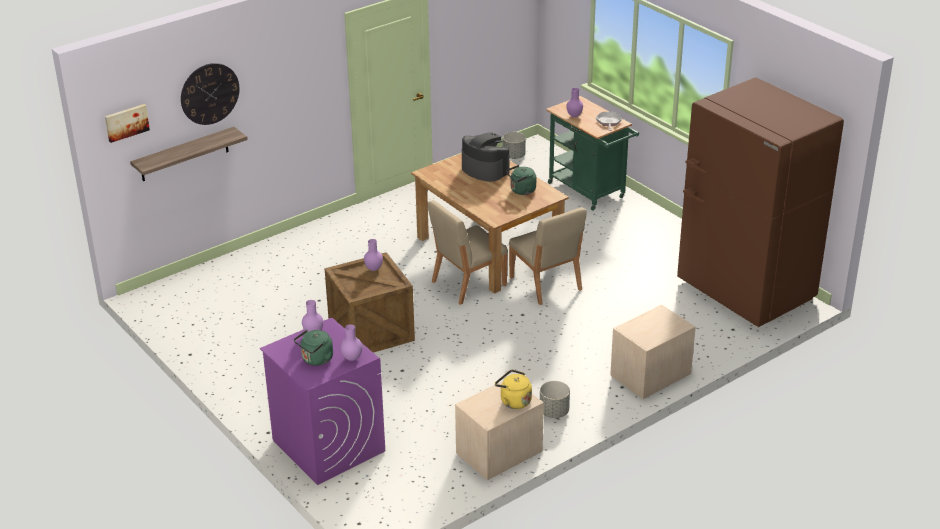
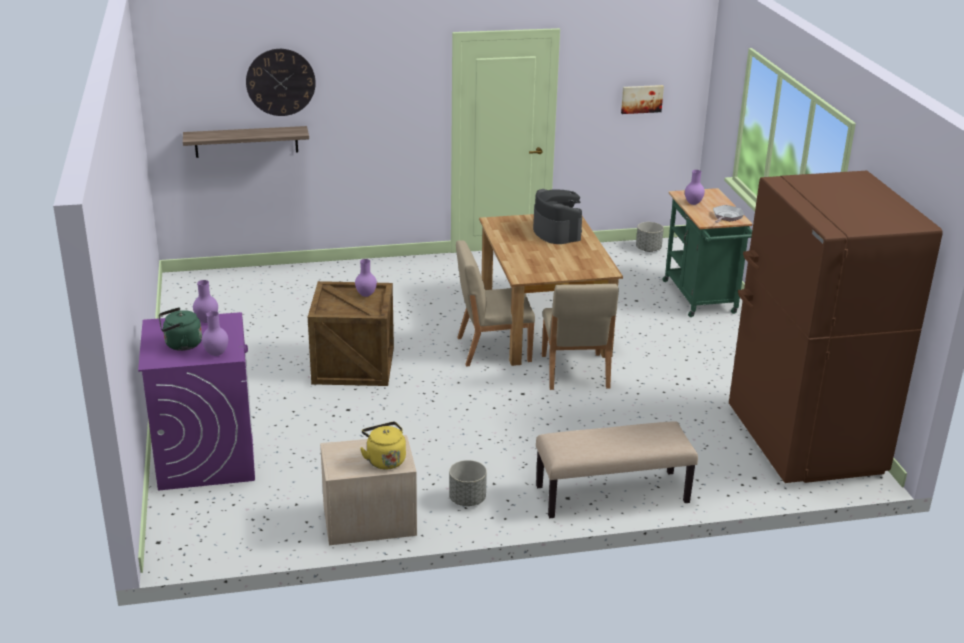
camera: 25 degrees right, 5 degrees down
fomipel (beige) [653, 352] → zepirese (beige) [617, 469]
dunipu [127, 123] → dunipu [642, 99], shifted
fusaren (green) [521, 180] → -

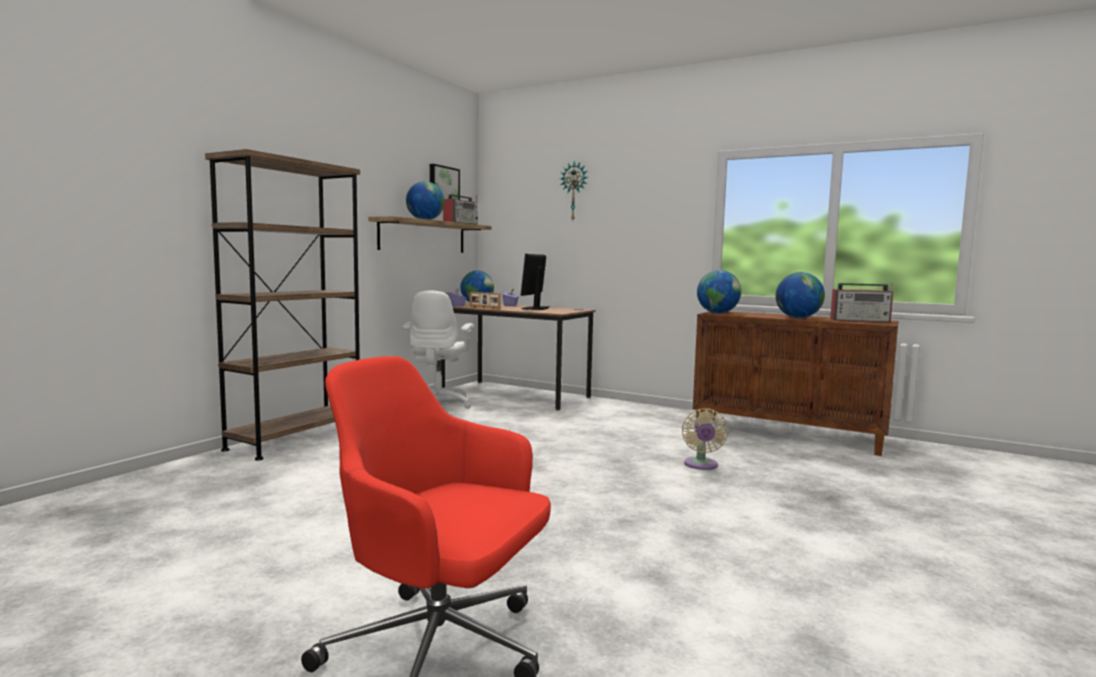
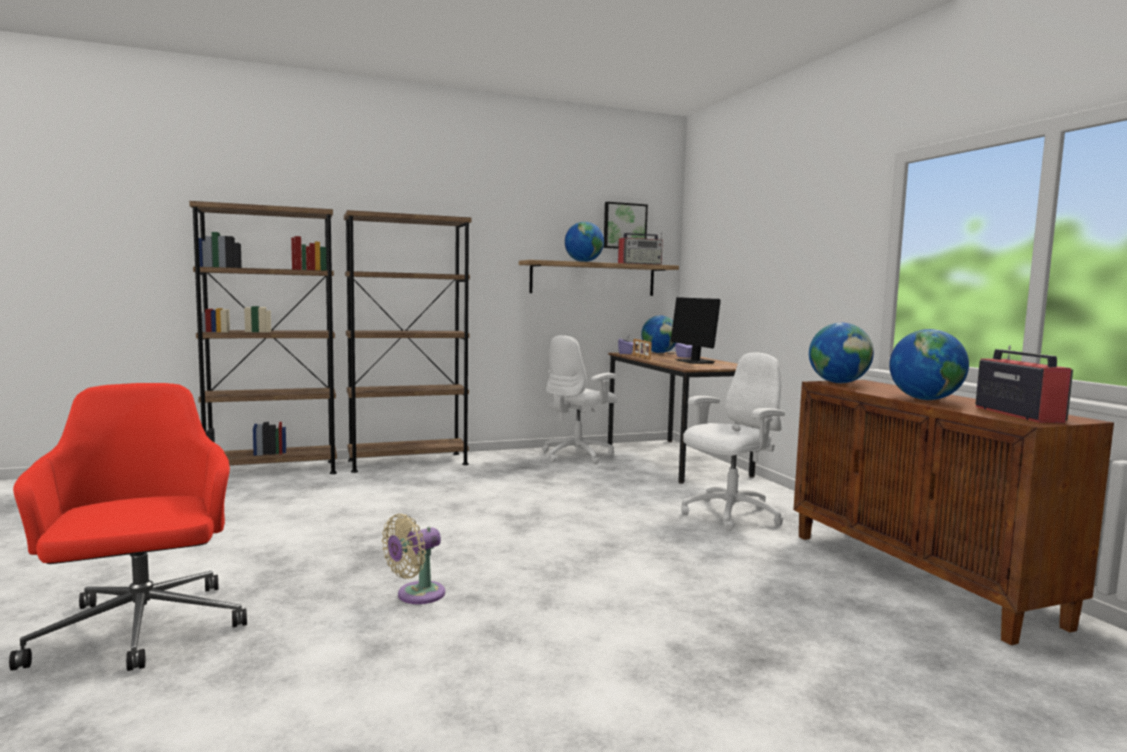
camera: 40 degrees right, 0 degrees up
- → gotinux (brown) [263, 337]
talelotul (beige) [705, 439] → talelotul (beige) [413, 559], shifted
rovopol [535, 282] → rovopol [696, 330], 75 degrees counterclockwise
- → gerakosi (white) [733, 442]
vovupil [861, 302] → vovupil [1024, 384], 150 degrees counterclockwise
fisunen [574, 191] → -

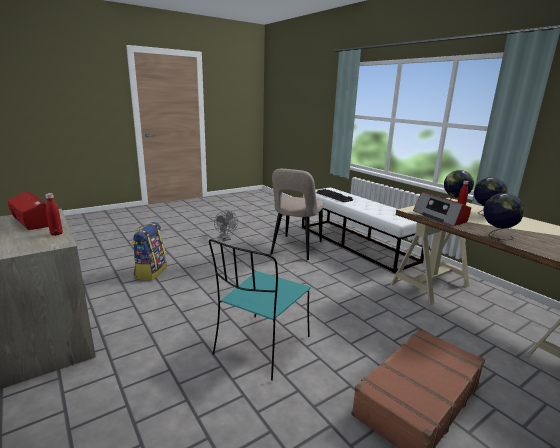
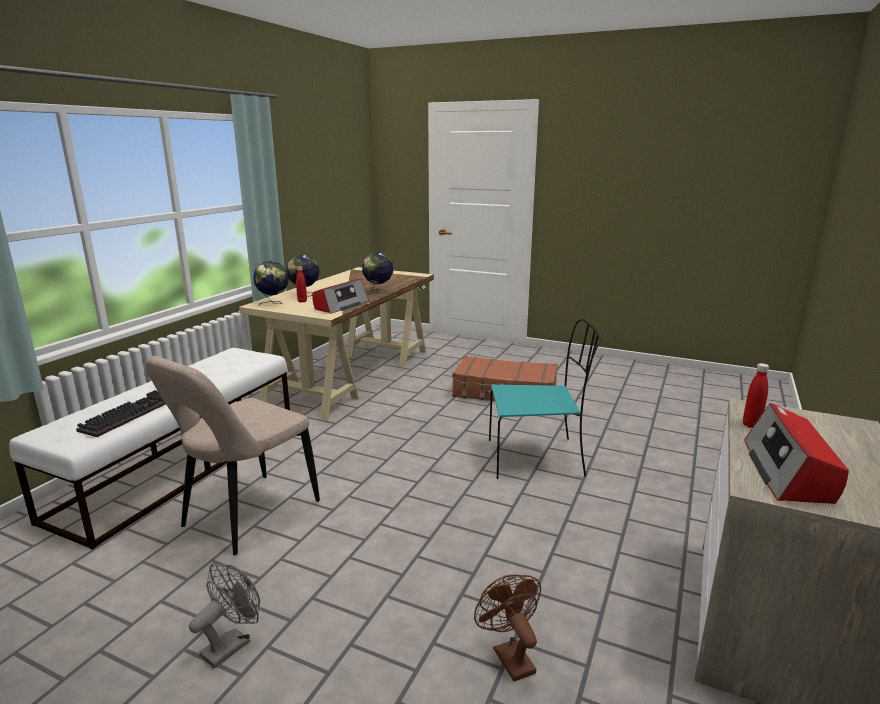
camera: 120 degrees left, 0 degrees up
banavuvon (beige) [297, 214] → banavuvon (beige) [232, 455], 135 degrees clockwise
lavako [149, 251] → talelotul (brown) [507, 628]

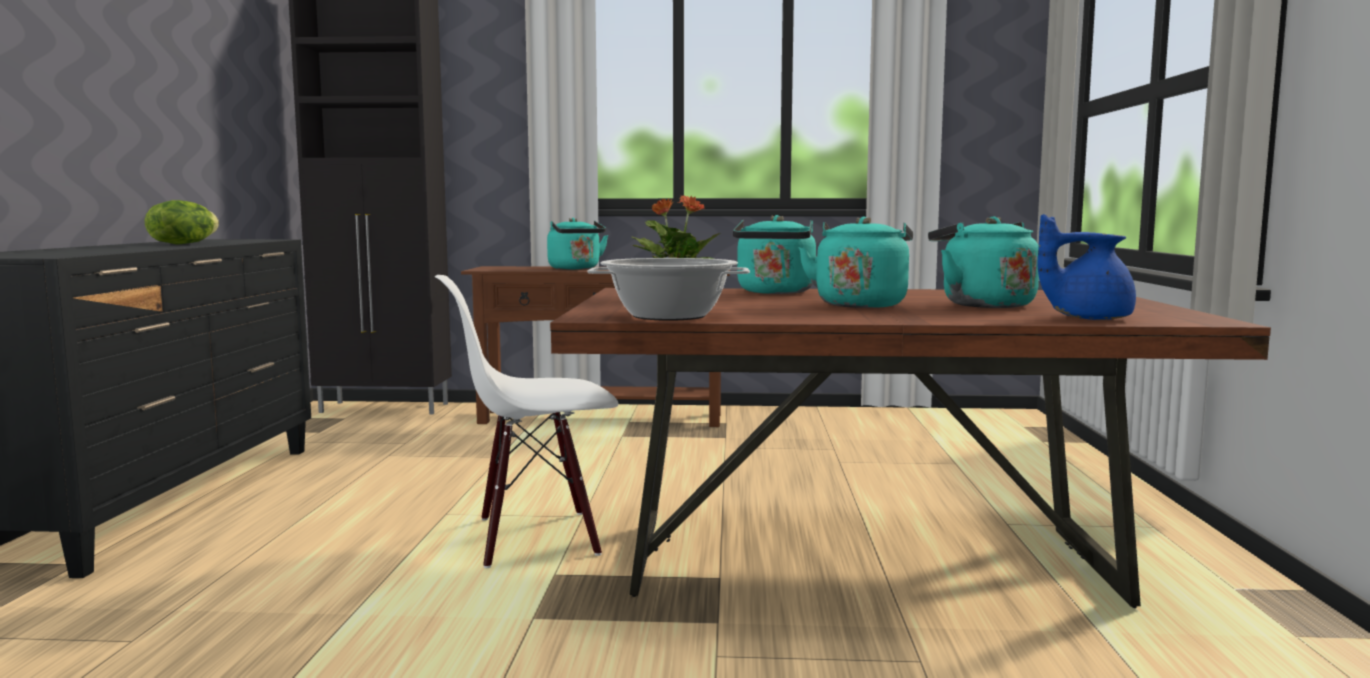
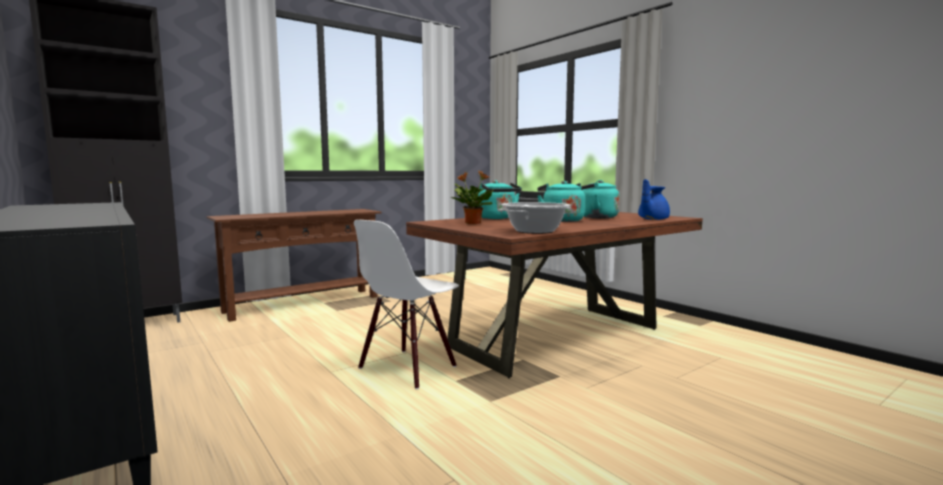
camera: 40 degrees left, 0 degrees up
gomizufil [182, 222] → -
fusaren (turquoise) [577, 244] → -

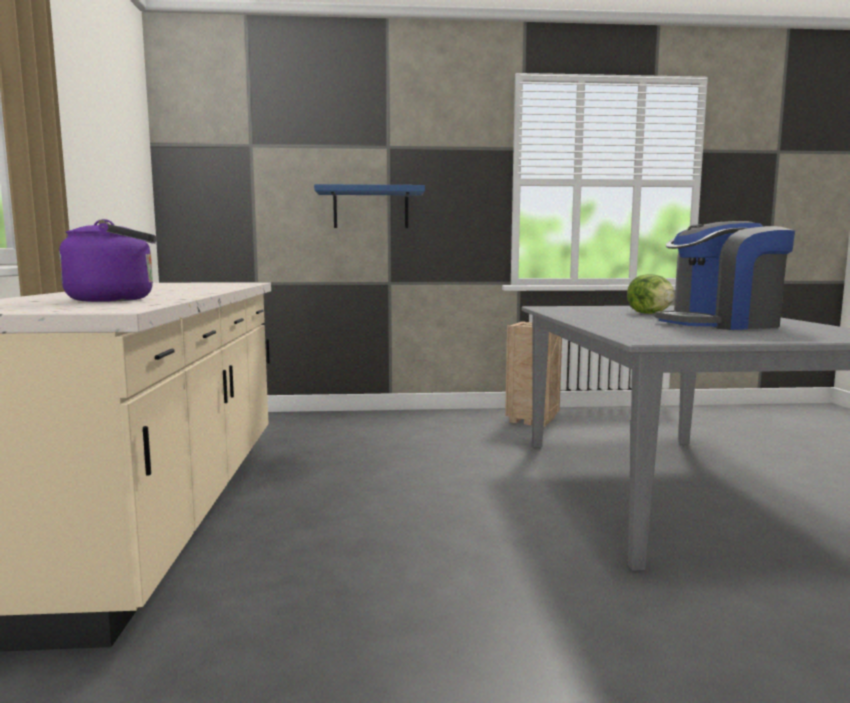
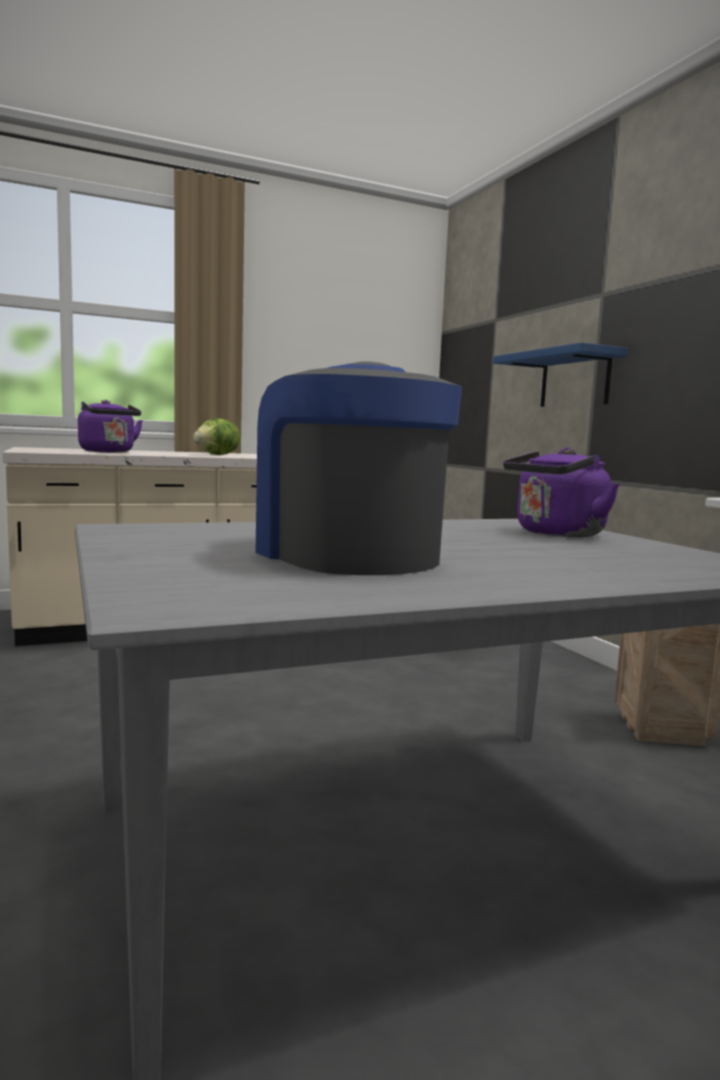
camera: 70 degrees right, 0 degrees up
gomizufil [651, 294] → gomizufil [216, 436], shifted
- → fusaren (purple) [561, 492]

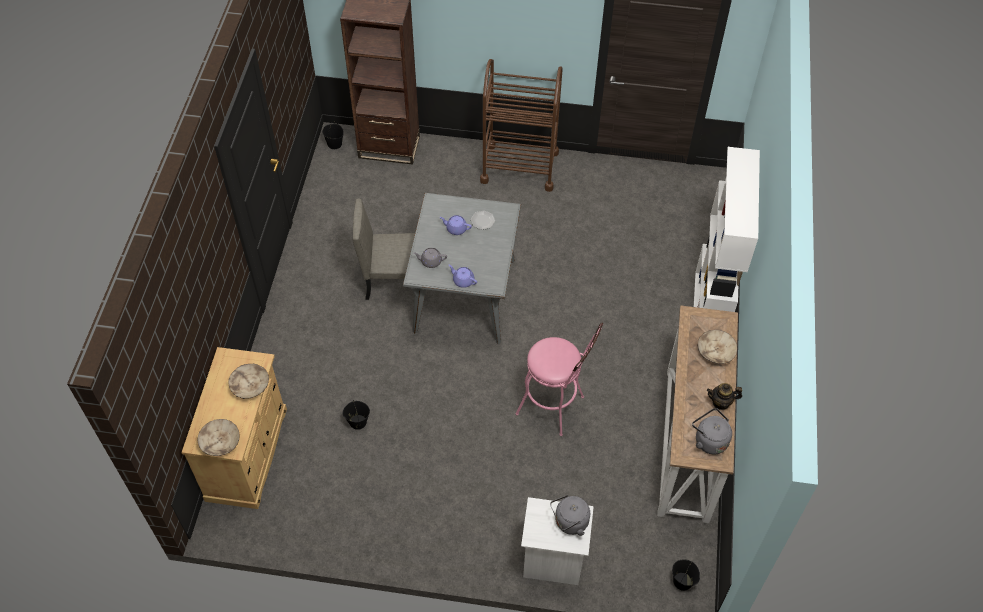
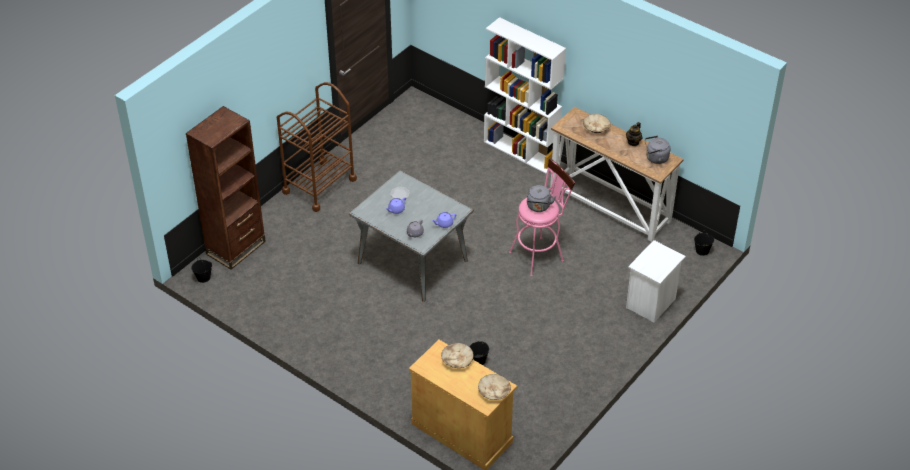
camera: 60 degrees left, 10 degrees down
fusaren (grey) [570, 515] → fusaren (grey) [541, 198], shifted
banavuvon (beige) [384, 249] → -

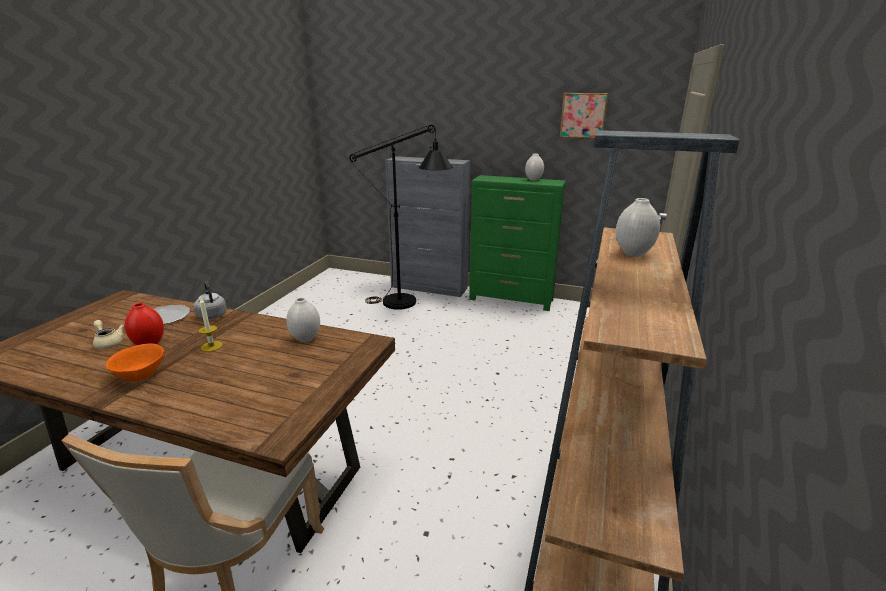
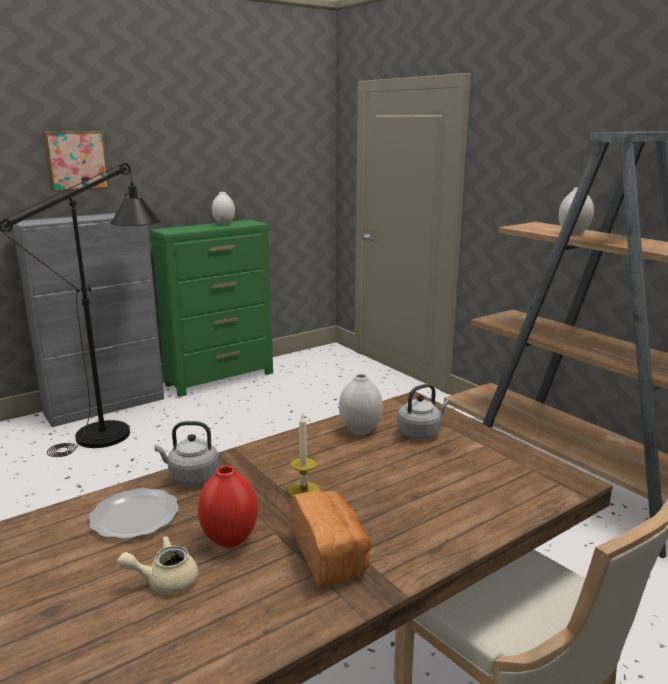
camera: 55 degrees left, 5 degrees down
dunipu [584, 116] → dunipu [76, 161], shifted
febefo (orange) [135, 362] → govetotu [330, 539]
- → fusaren (grey) [423, 412]

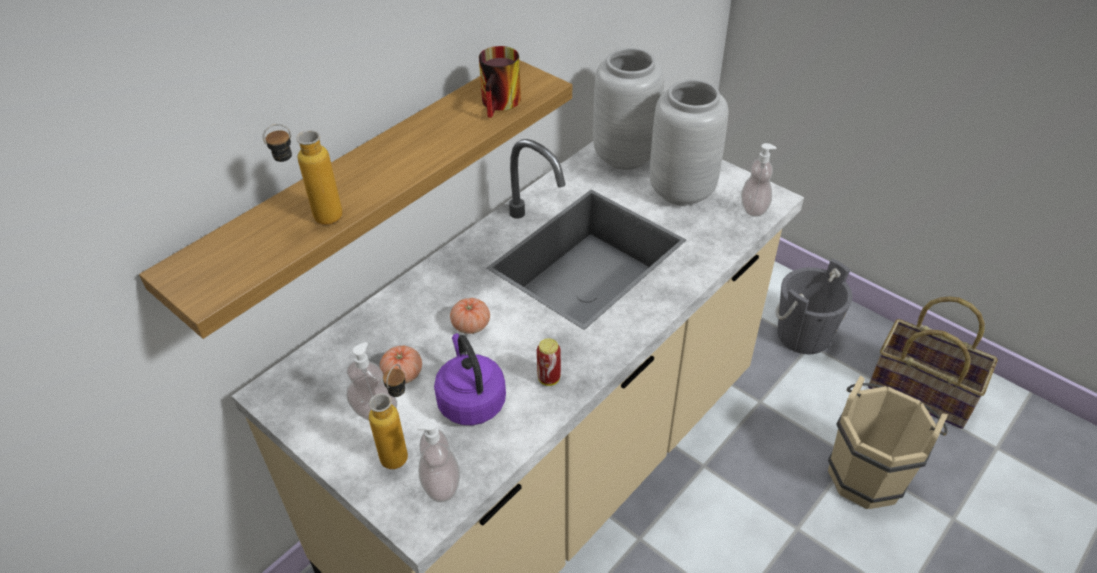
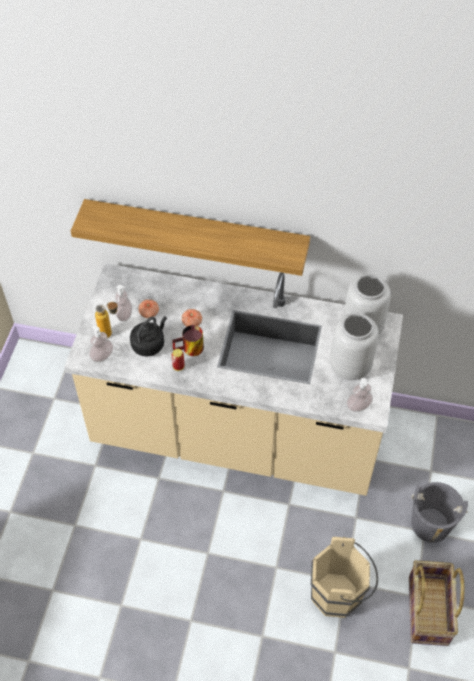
camera: 60 degrees right, 10 degrees up
fusaren (purple) [470, 379] → fusaren (black) [148, 336]
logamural [500, 82] → logamural [188, 340], shifted
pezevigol [303, 174] → -

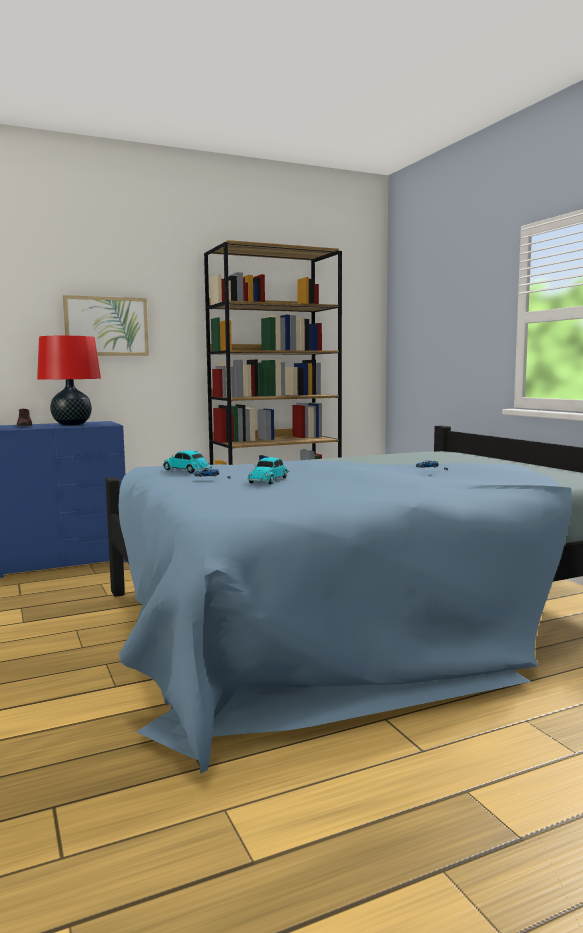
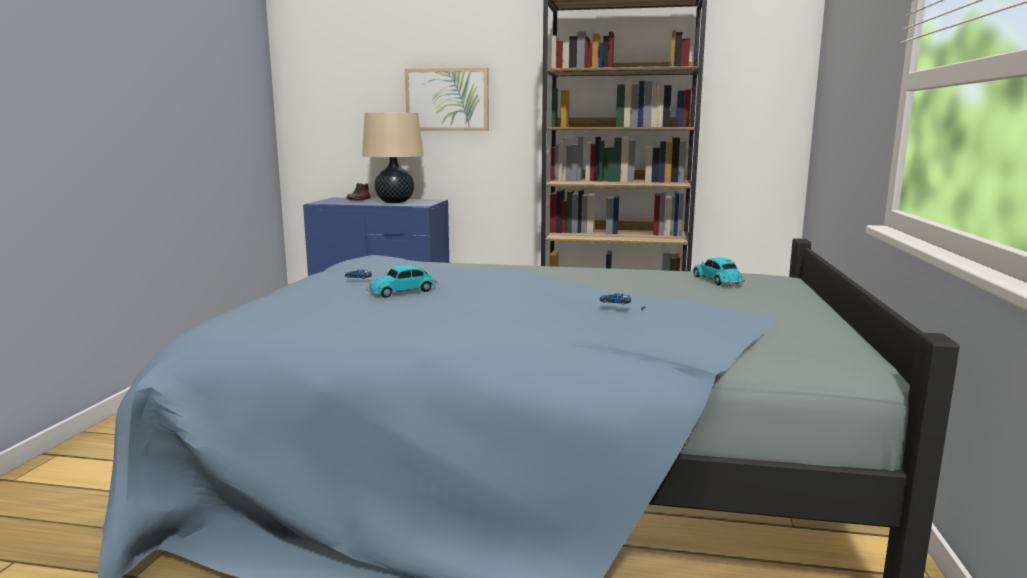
camera: 35 degrees right, 5 degrees up
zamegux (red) [69, 381] → zamegux (beige) [393, 158]
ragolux [187, 461] → ragolux [719, 271], shifted

